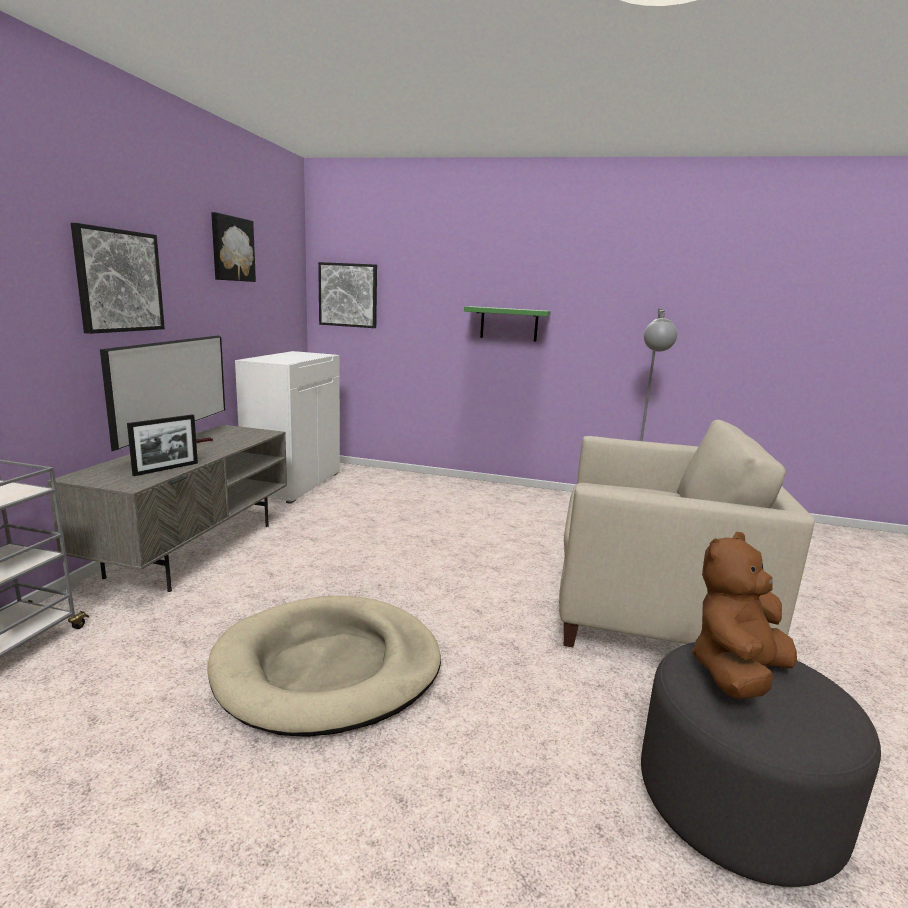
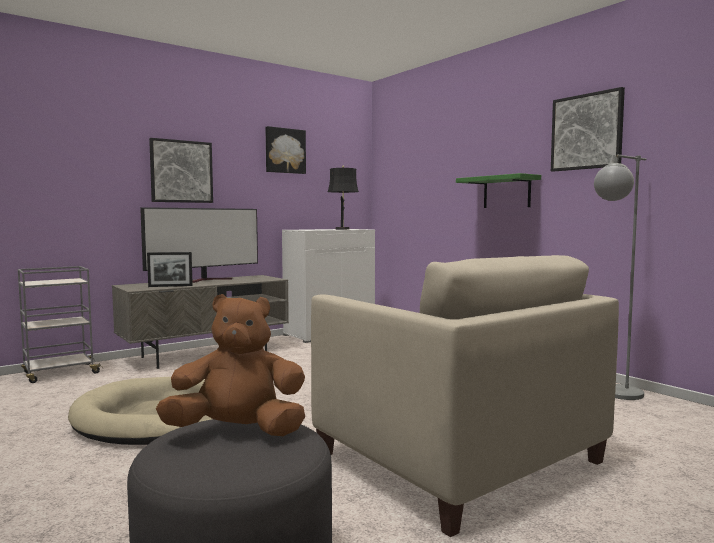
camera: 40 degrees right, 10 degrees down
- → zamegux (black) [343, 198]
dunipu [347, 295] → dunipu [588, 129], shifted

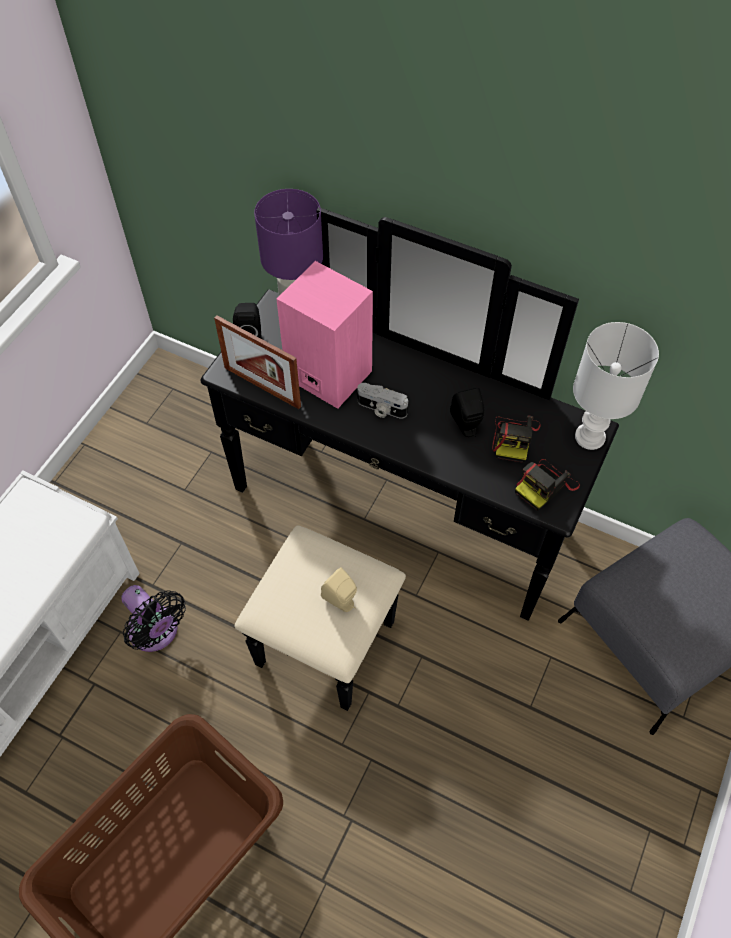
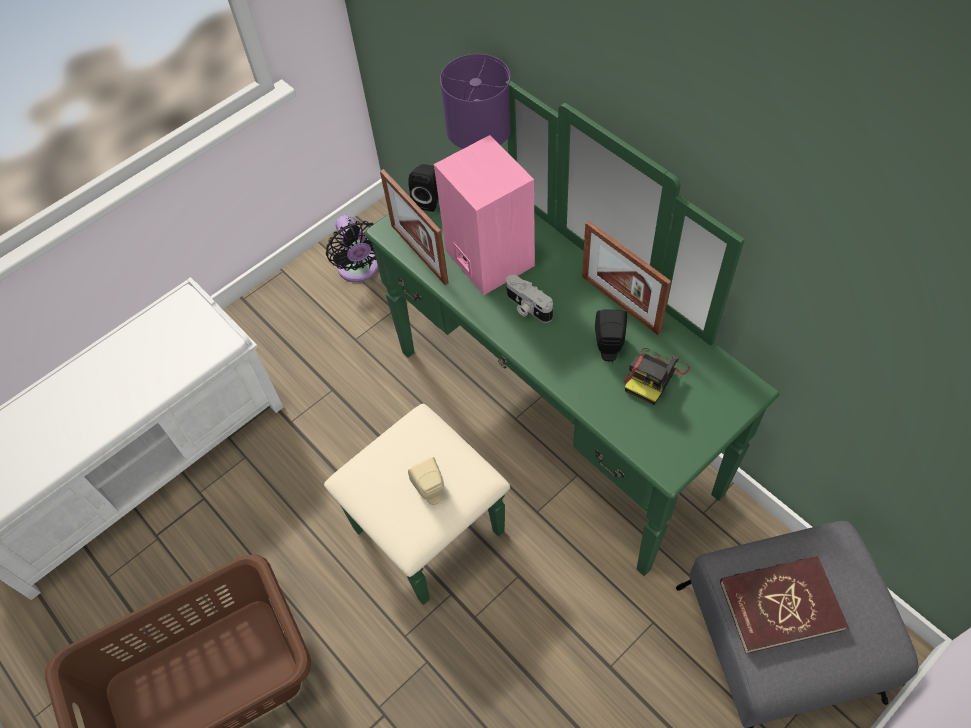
camera: 25 degrees right, 0 degrees up
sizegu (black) [410, 459] → sizegu (green) [552, 342]
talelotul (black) [153, 618] → talelotul (black) [352, 248], shifted
- → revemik [626, 278]
- → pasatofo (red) [784, 605]
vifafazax [547, 485] → -
zamegux (white) [616, 386] → -

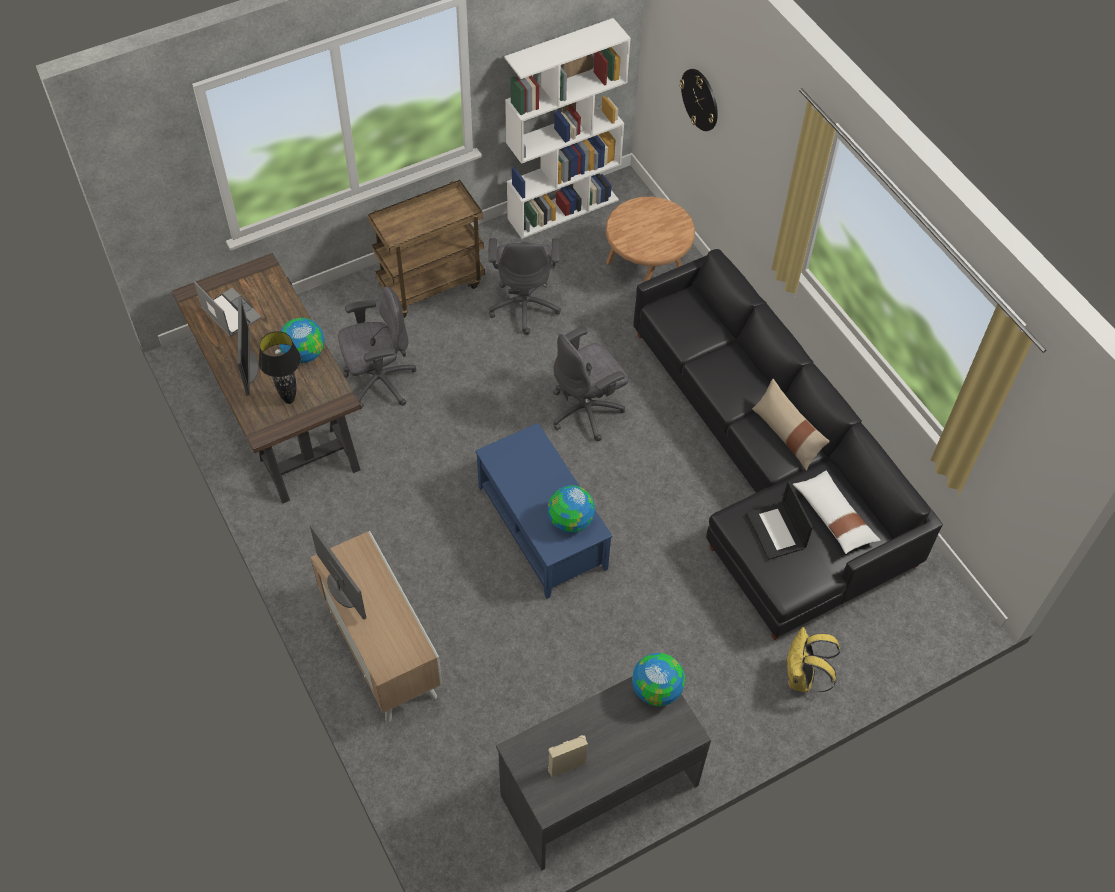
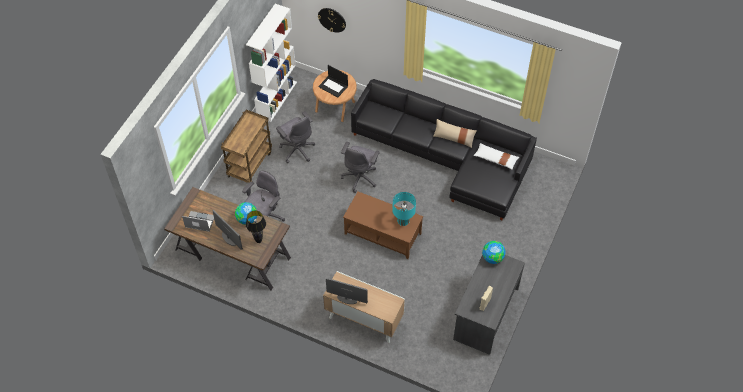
camera: 35 degrees left, 0 degrees up
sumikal [779, 520] → sumikal [333, 81], shifted
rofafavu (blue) [543, 511] → rofafavu (brown) [383, 225]
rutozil [571, 509] → zamegux (turquoise) [404, 209]
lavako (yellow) [813, 659] → -

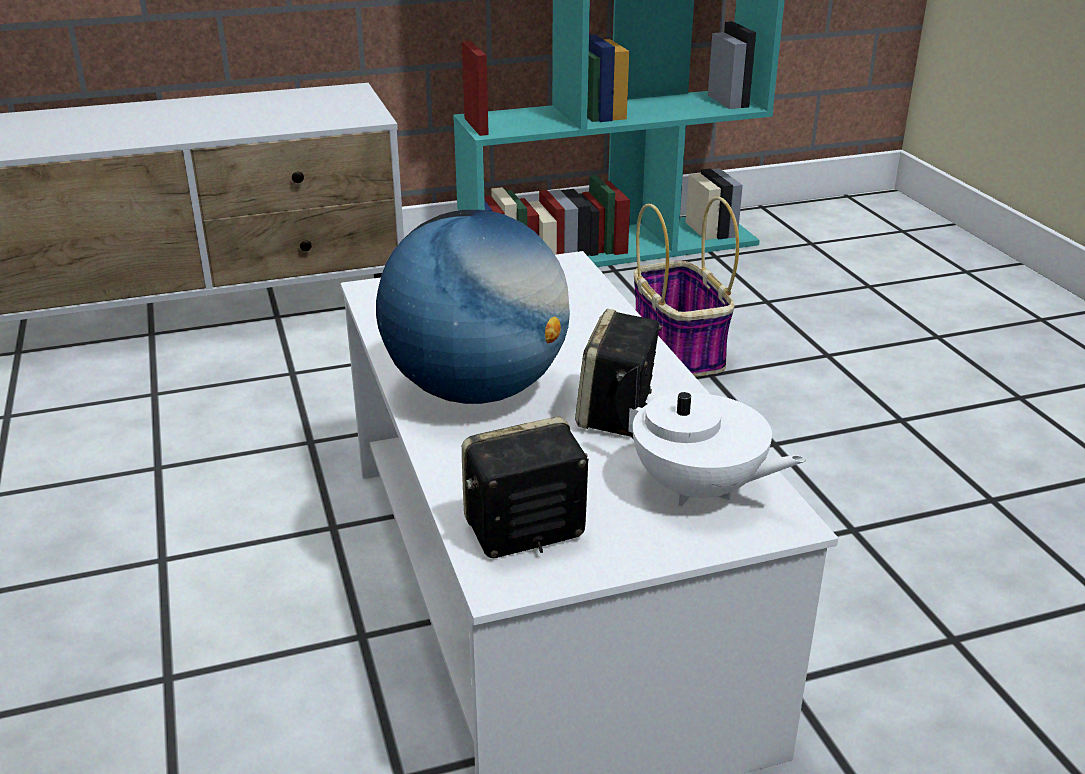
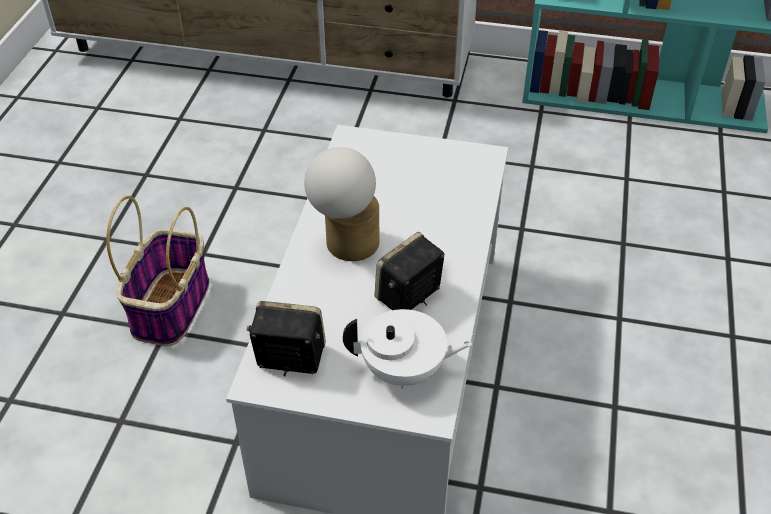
camera: 30 degrees right, 15 degrees up
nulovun [686, 287] → nulovun [158, 271], shifted
rutozil [473, 307] → zamegux [341, 204]
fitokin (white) [710, 436] → fitokin (white) [407, 348], 60 degrees counterclockwise

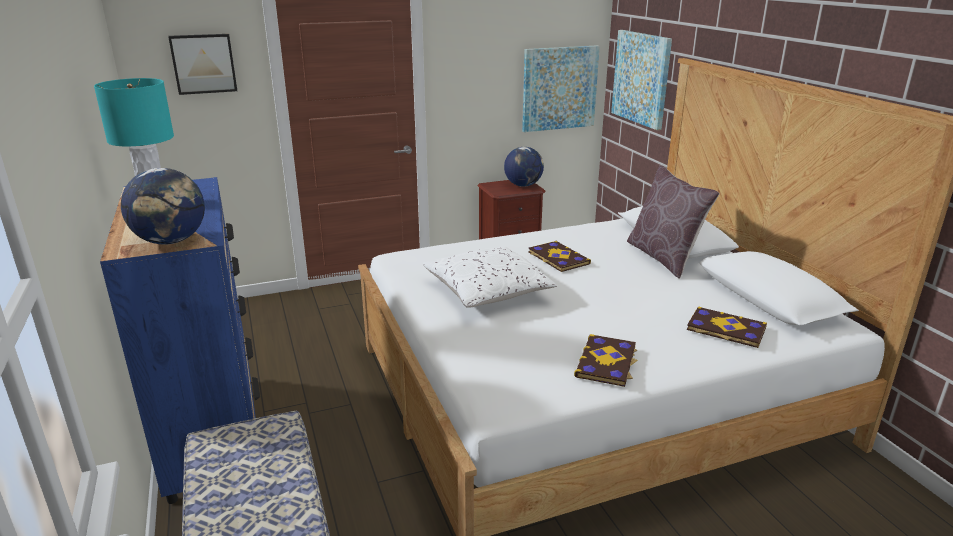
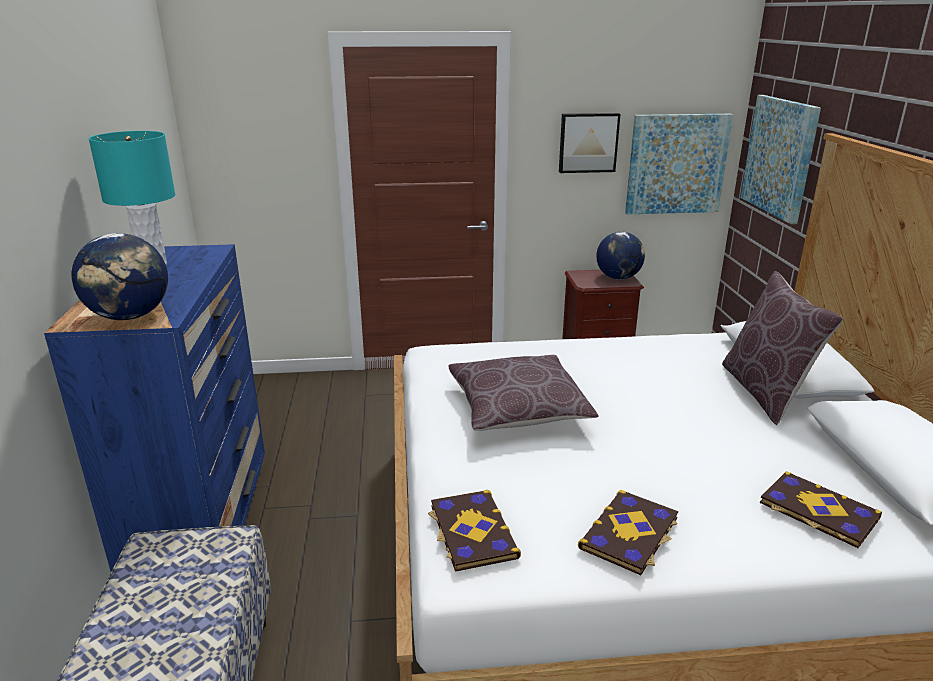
camera: 15 degrees right, 0 degrees up
pasatofo [559, 256] → pasatofo [474, 531], shifted
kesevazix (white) [490, 277] → kesevazix (brown) [523, 393]
dunipu [202, 64] → dunipu [589, 143], shifted

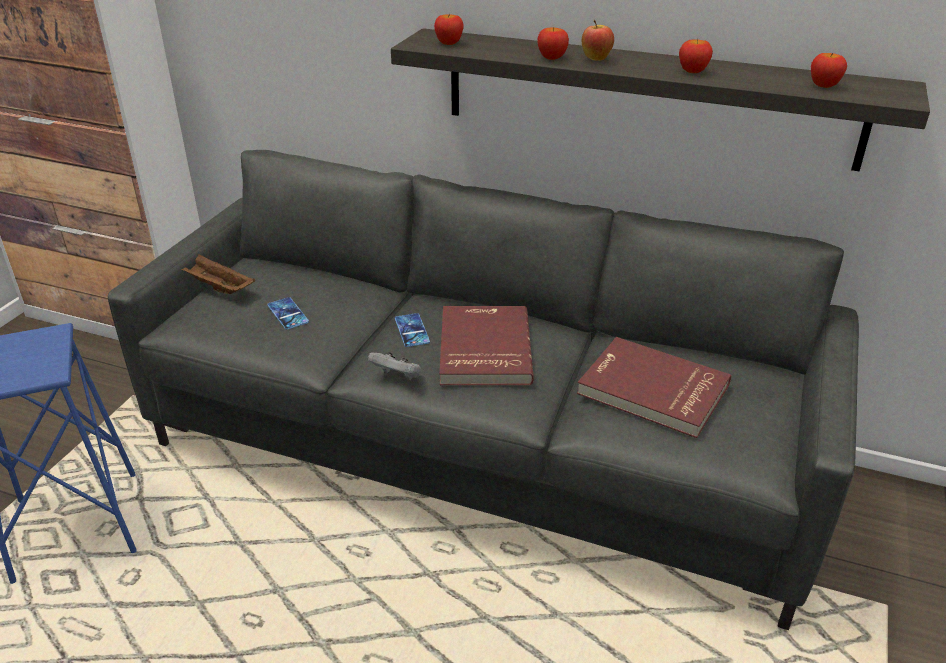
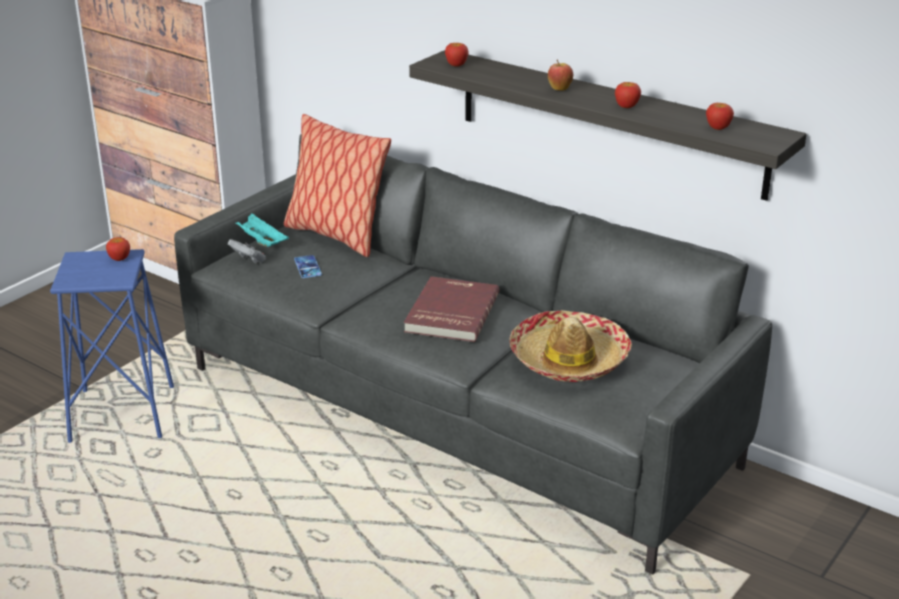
camera: 15 degrees right, 5 degrees down
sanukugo [553, 43] → sanukugo [118, 249], shifted
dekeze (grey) [395, 366] → dekeze (grey) [247, 251], shifted
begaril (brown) [219, 274] → begaril (turquoise) [262, 230]
- → kesevazix [337, 185]
pasatofo (red) [654, 387] → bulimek [571, 346]
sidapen [412, 330] → -

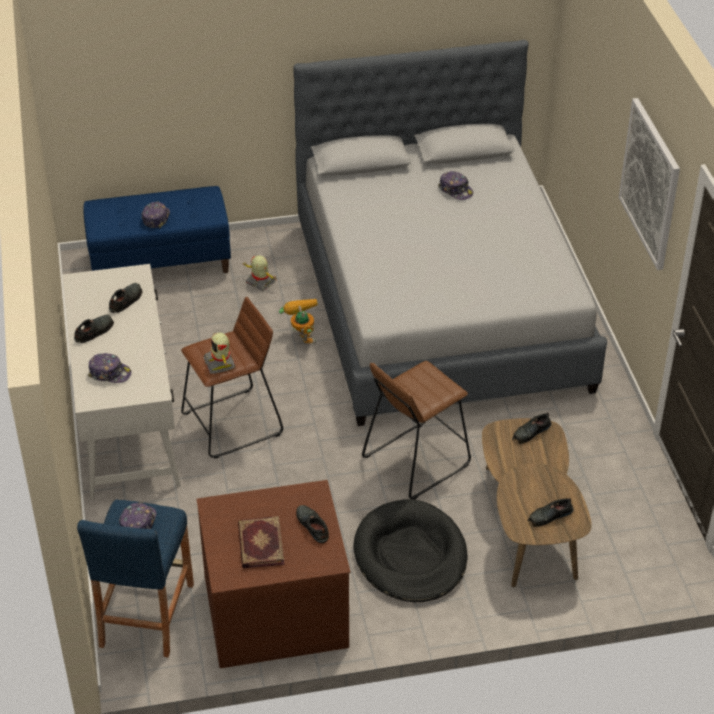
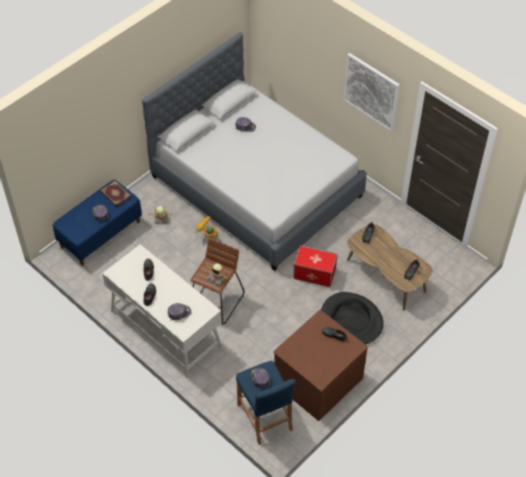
camera: 35 degrees left, 10 degrees up
pasatofo [261, 542] → pasatofo [115, 194], shifted
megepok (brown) [416, 430] → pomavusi [316, 266]

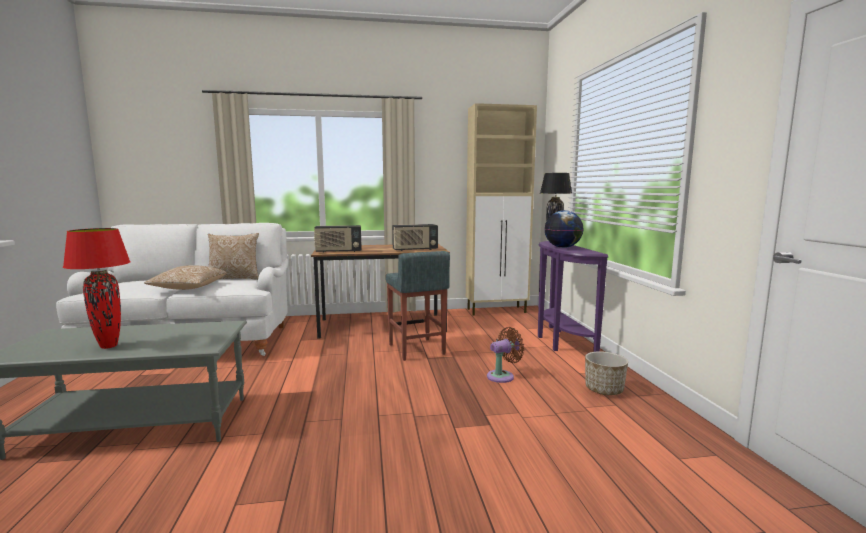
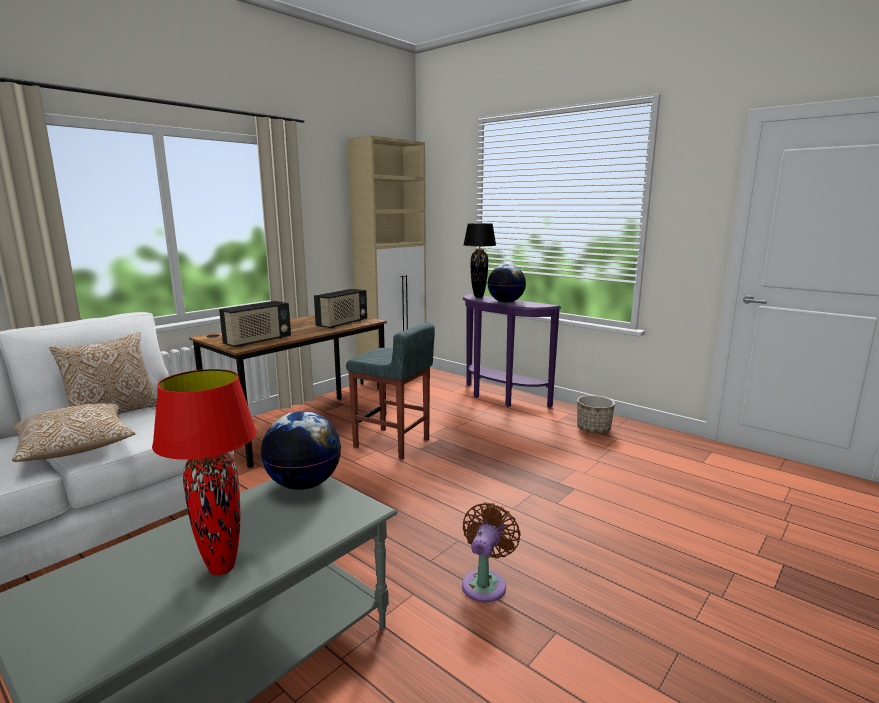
camera: 40 degrees left, 5 degrees up
- → rutozil [301, 450]
talelotul (brown) [506, 355] → talelotul (brown) [491, 553], shifted

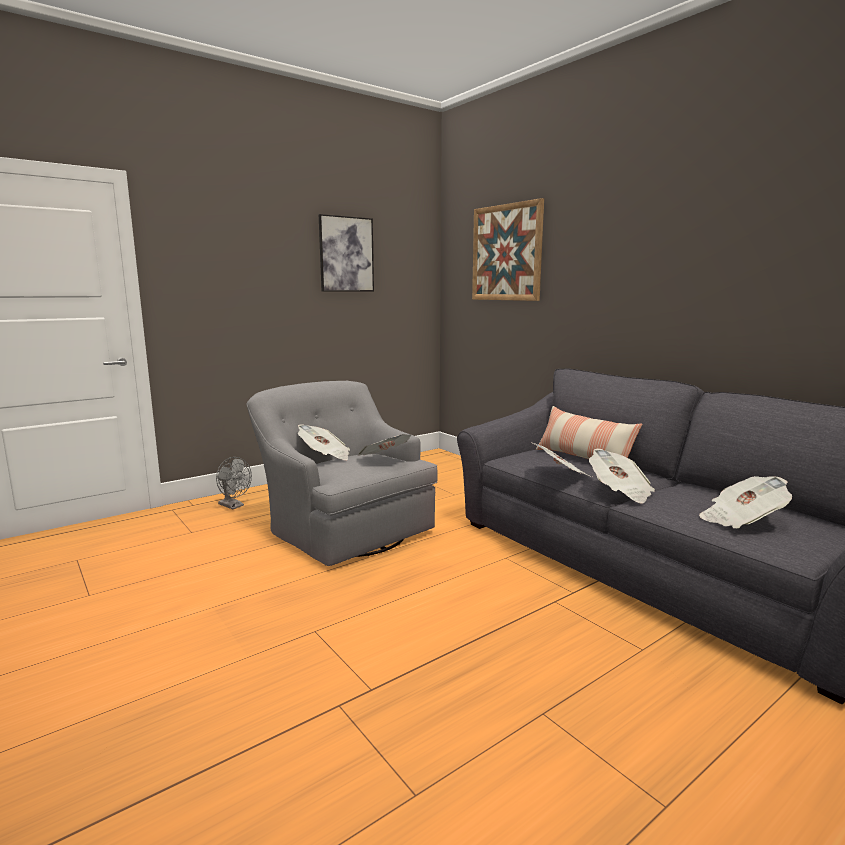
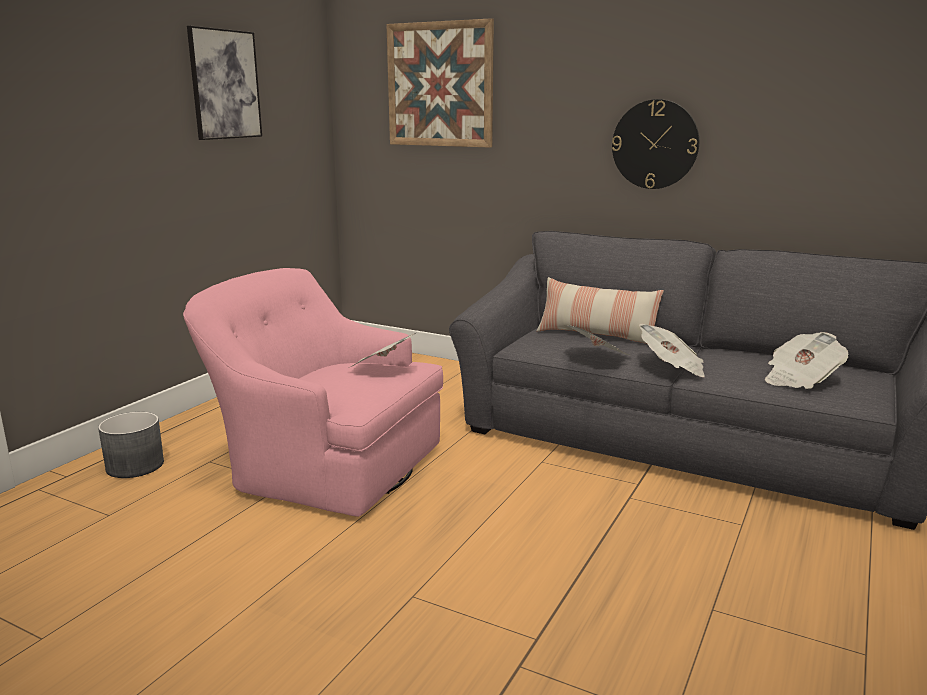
camera: 25 degrees left, 5 degrees up
talelotul (grey) [234, 483] → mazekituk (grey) [131, 445]
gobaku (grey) [342, 473] → gobaku (pink) [313, 392]
- → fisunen [655, 144]
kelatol [324, 442] → -

